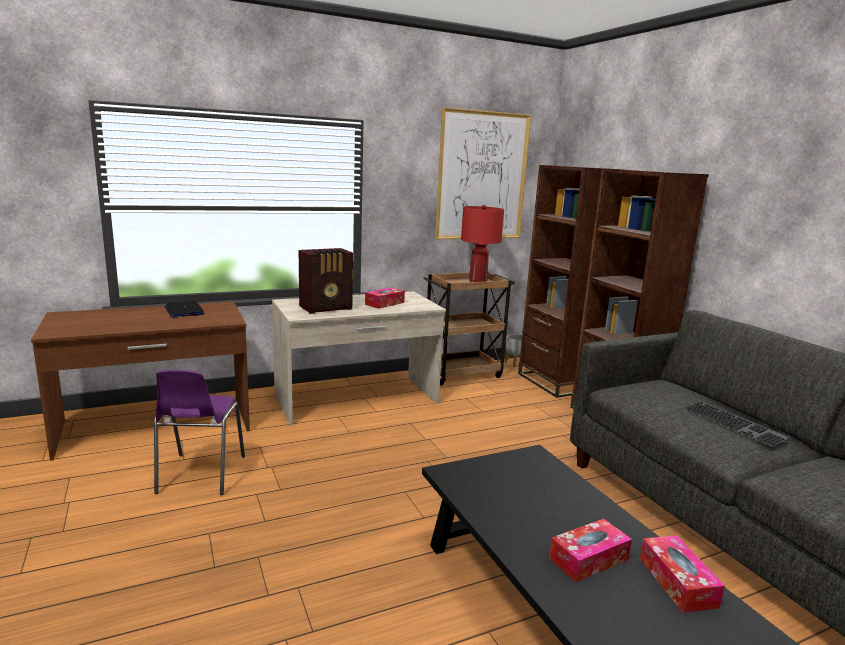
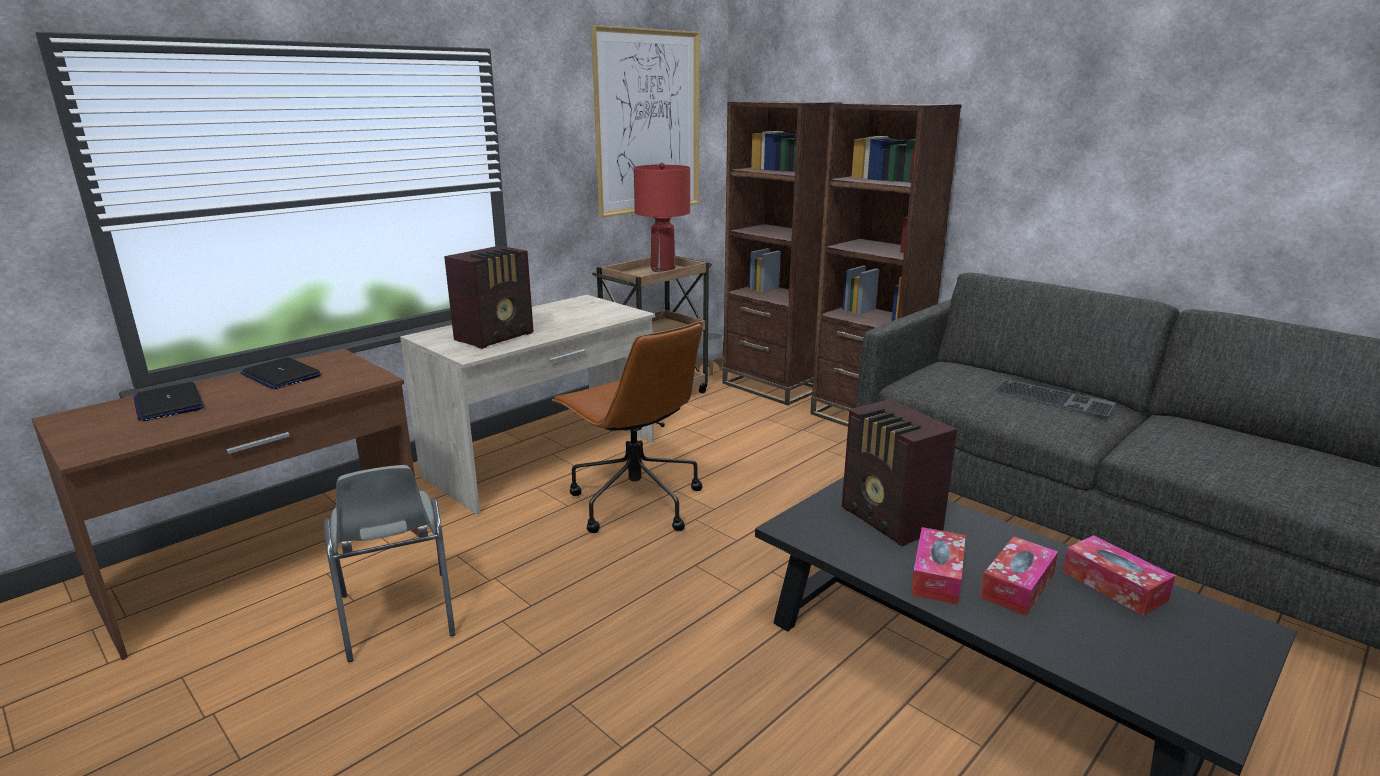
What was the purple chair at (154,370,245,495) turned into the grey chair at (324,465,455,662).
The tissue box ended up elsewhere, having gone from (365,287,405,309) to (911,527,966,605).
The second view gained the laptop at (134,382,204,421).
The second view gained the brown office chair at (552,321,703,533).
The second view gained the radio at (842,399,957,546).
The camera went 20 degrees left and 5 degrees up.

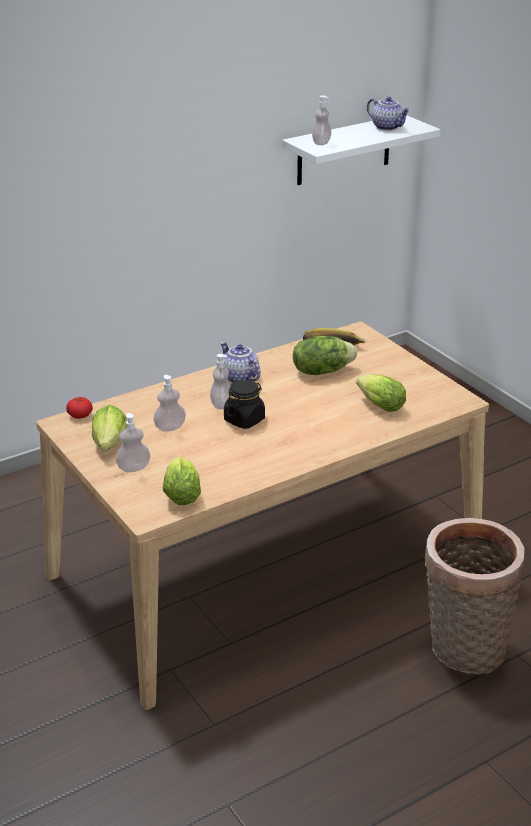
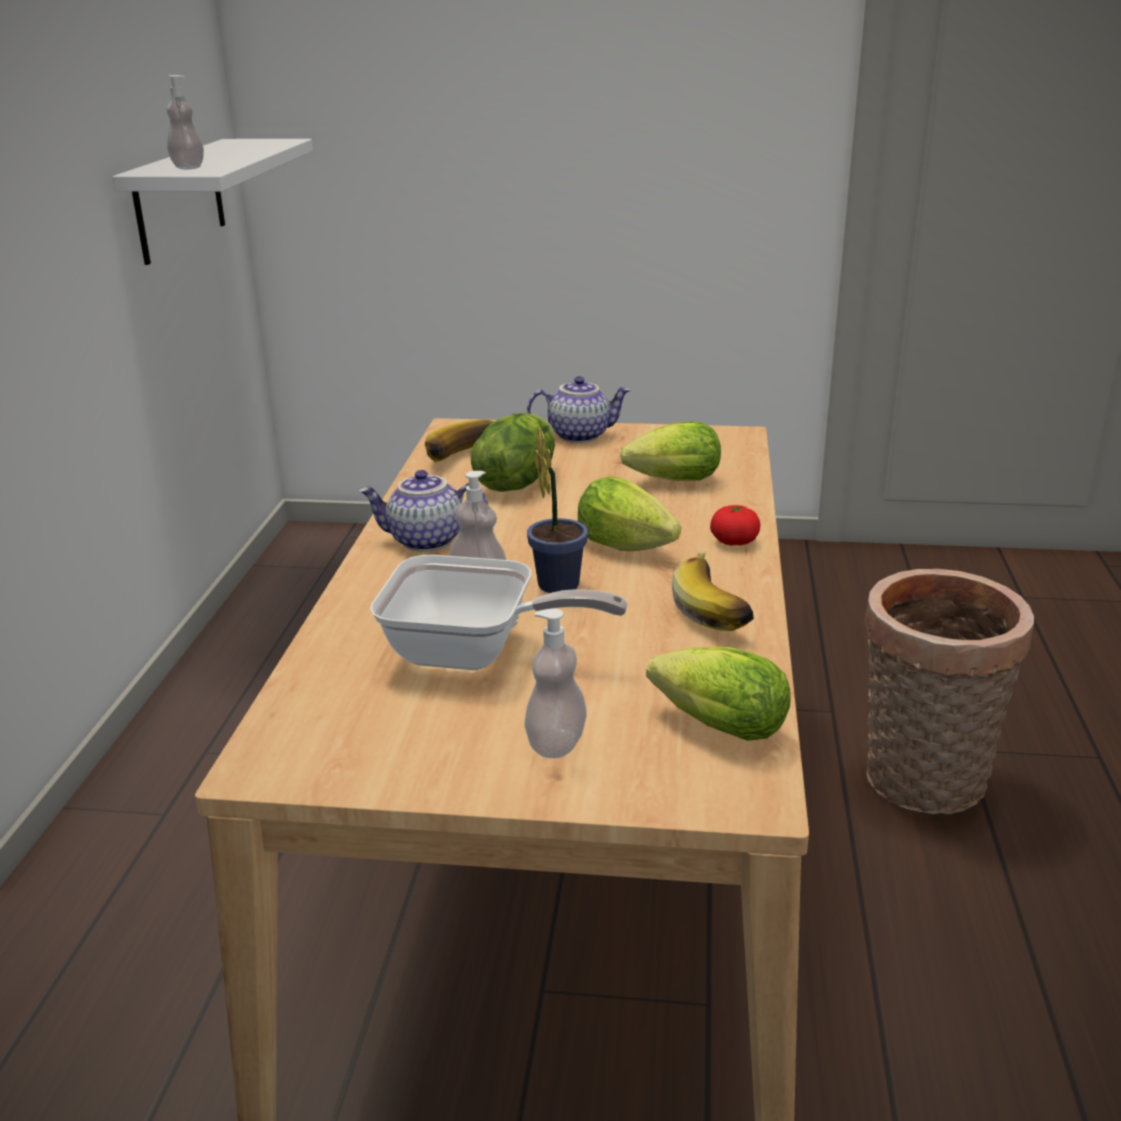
The tomato ended up elsewhere, having gone from (66,397,93,419) to (710,505,760,546).
The lettuce ended up elsewhere, having gone from (92,405,127,451) to (578,477,681,551).
Where the soap dispenser stood at (153,375,186,432), the frying pan came to stand at (370,555,628,670).
Where the black jar stood at (224,380,265,429), the potted plant came to stand at (527,427,588,593).
The teapot ended up elsewhere, having gone from (367,97,410,131) to (527,376,631,443).
The second view gained the banana at (672,552,754,631).
The camera went 50 degrees left and 5 degrees down.

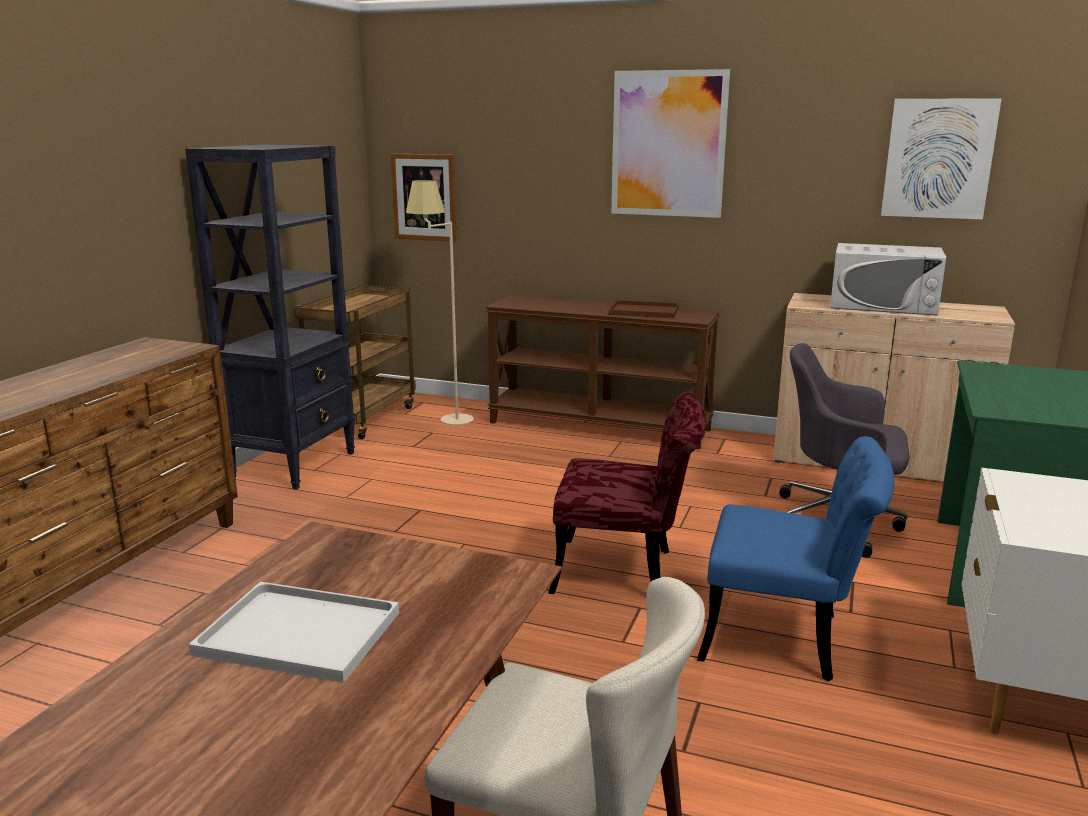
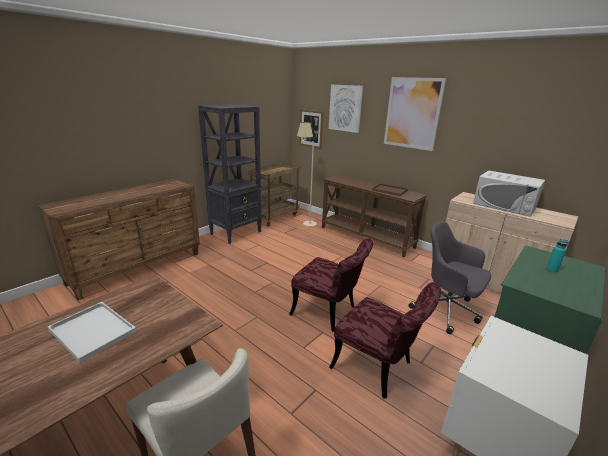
What was the blue chair at (697,436,894,681) turned into the red chair at (329,282,441,399).
The picture ended up elsewhere, having gone from (881,98,1002,220) to (329,85,363,133).
The second view gained the turquoise bottle at (546,239,569,273).
The camera went 20 degrees right and 5 degrees up.

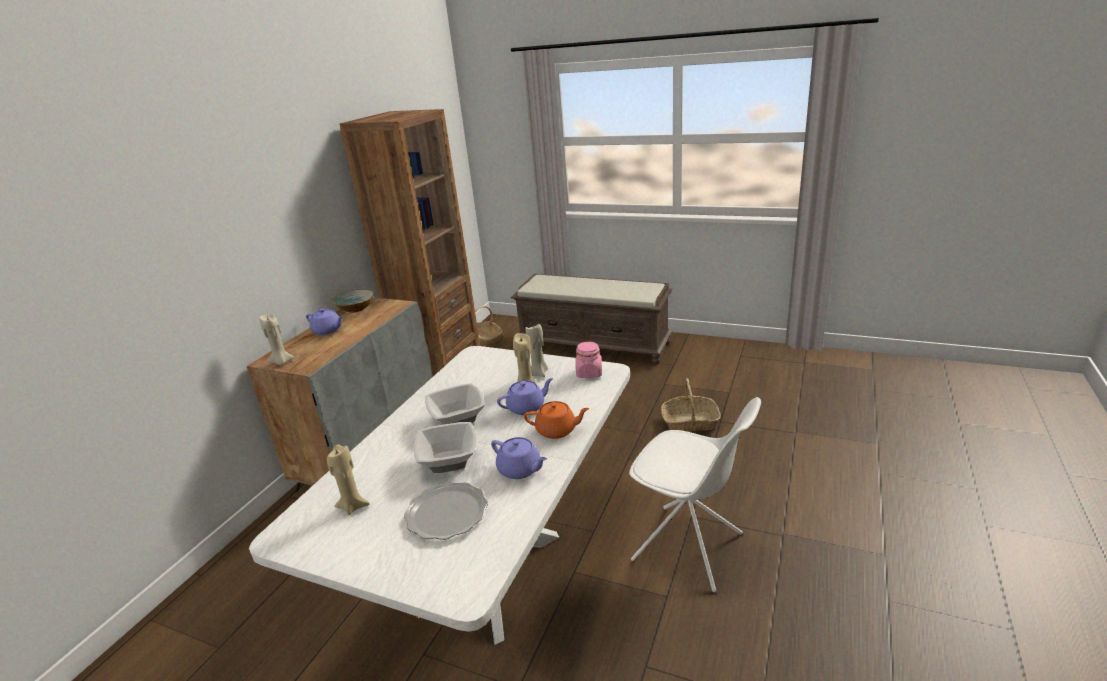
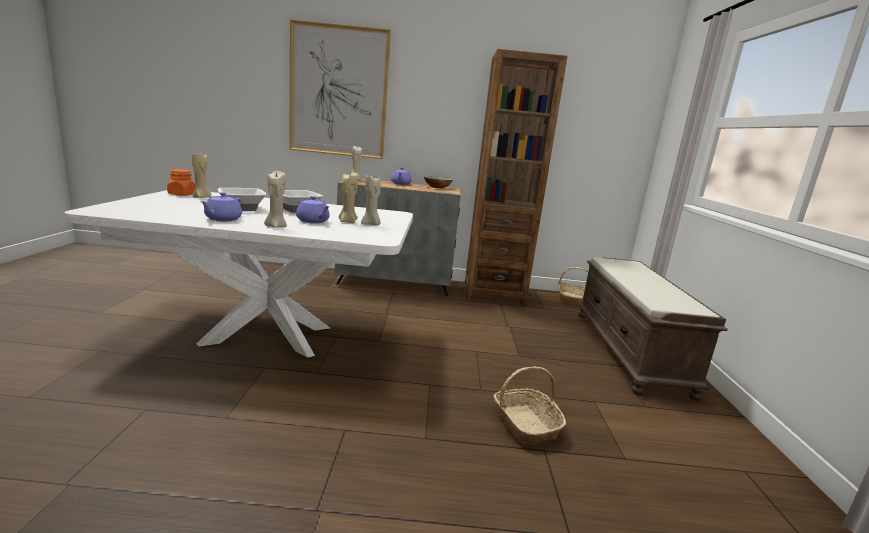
The second view lost the plate at (404,482,488,540).
Where the orange teapot stood at (524,401,590,439), the beige candle came to stand at (264,170,287,228).
The second view lost the pink jar at (575,342,602,378).
The second view lost the white chair at (629,397,761,592).
The second view gained the orange jar at (167,169,195,196).
The second view gained the picture at (289,19,391,159).
The camera went 65 degrees right and 10 degrees down.

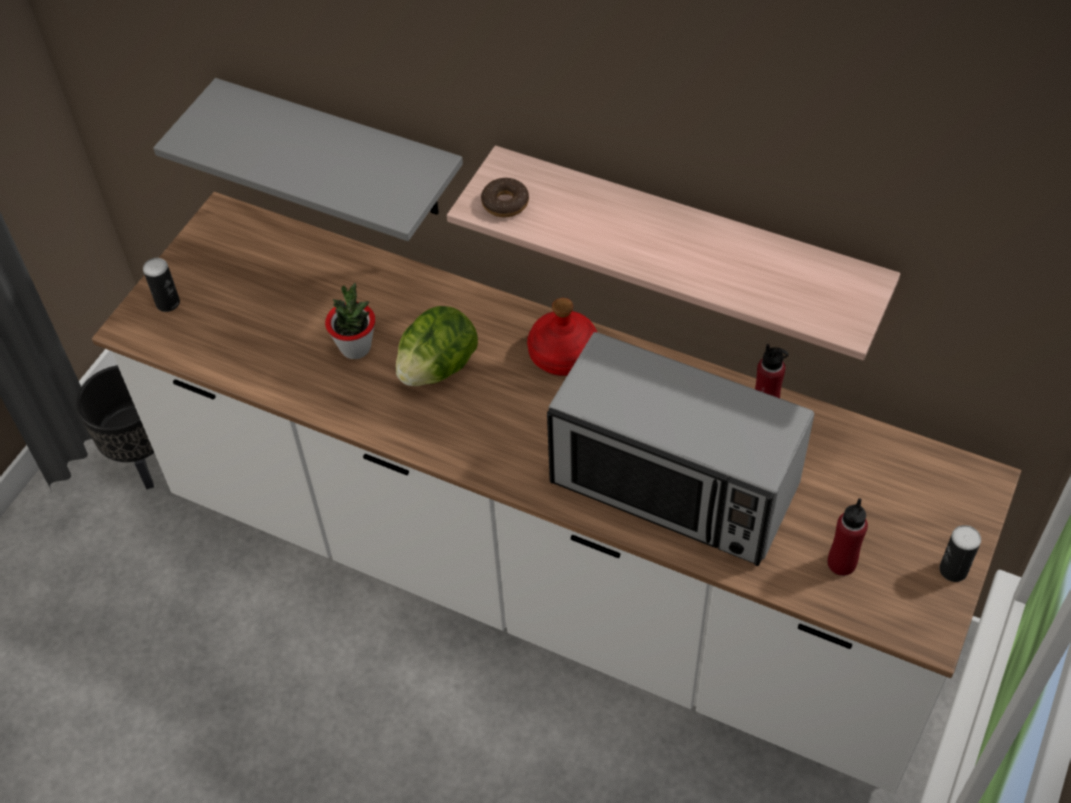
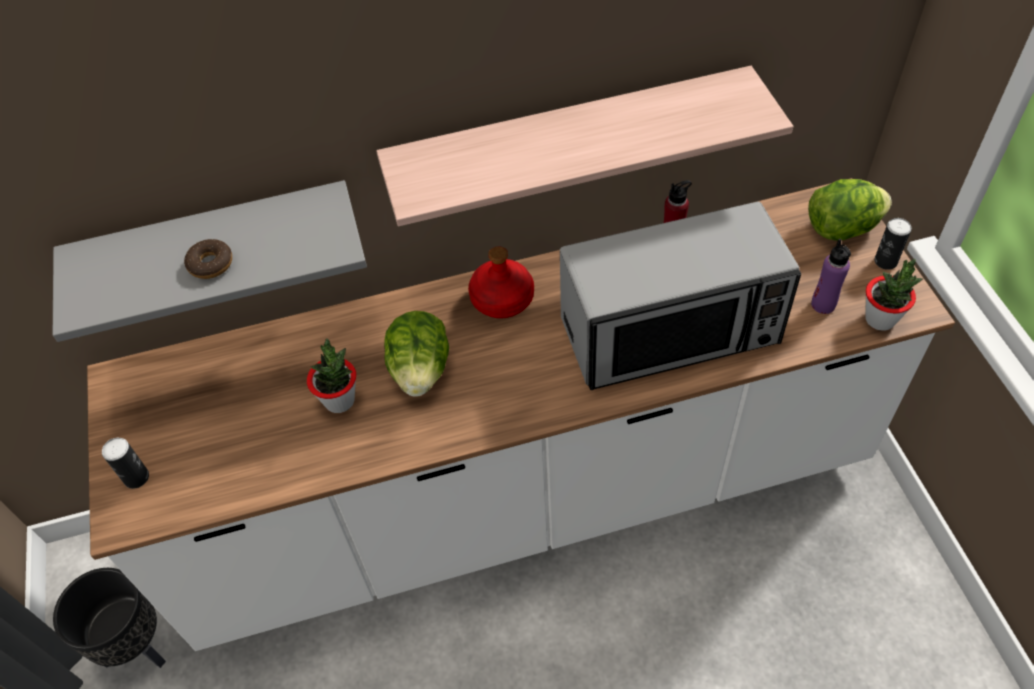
The donut ended up elsewhere, having gone from (481,177,529,217) to (184,239,232,279).
What was the red bottle at (827,498,868,576) turned into the purple bottle at (811,239,851,314).
The second view gained the lettuce at (808,179,892,241).
The second view gained the potted plant at (865,259,923,331).
The camera went 40 degrees left and 0 degrees up.

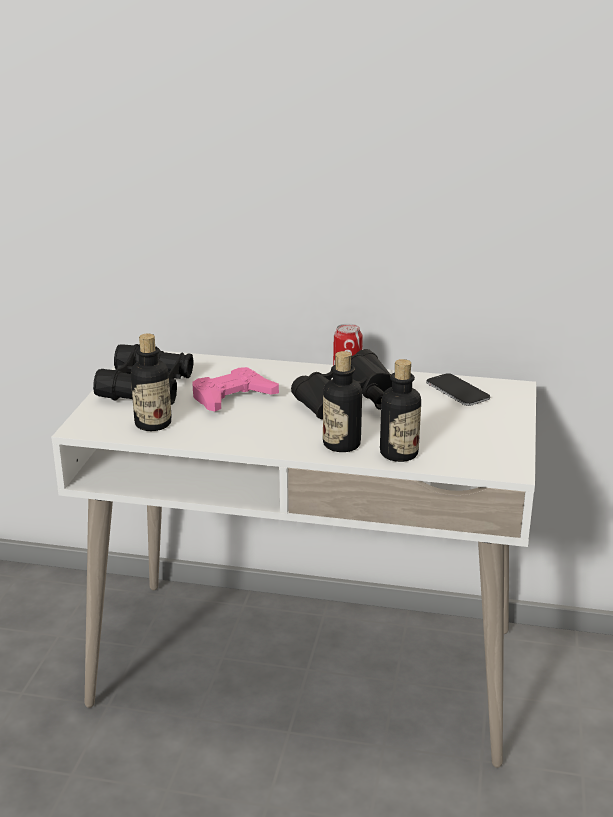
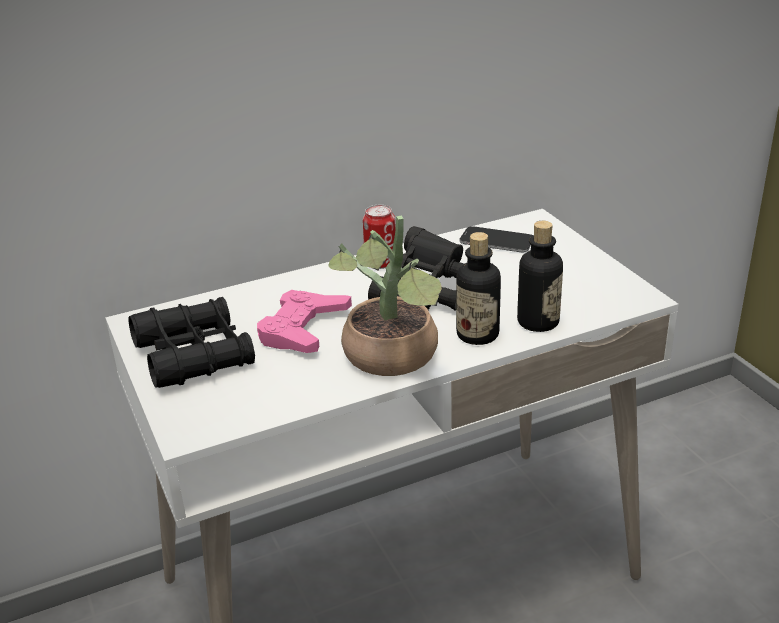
The second view lost the bottle at (131,334,171,431).
The second view gained the potted plant at (328,215,442,376).
The camera went 35 degrees left and 5 degrees up.

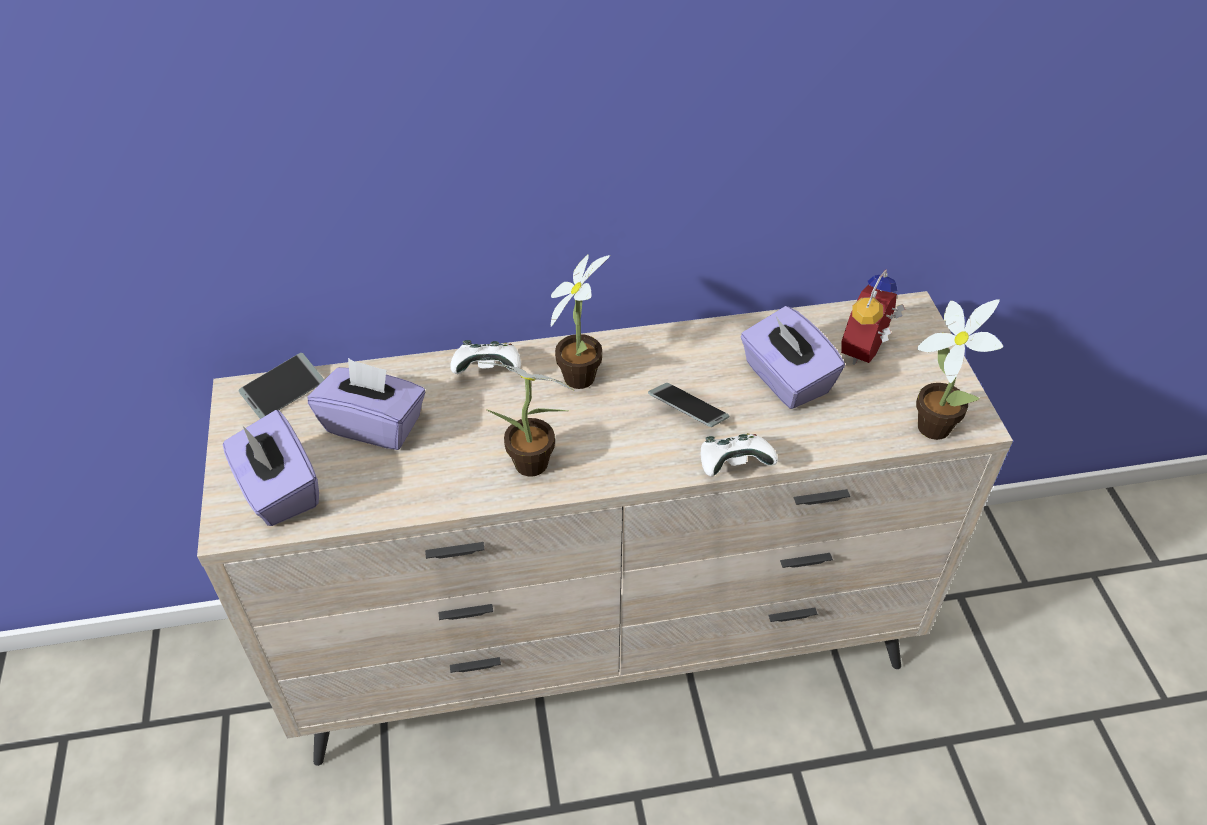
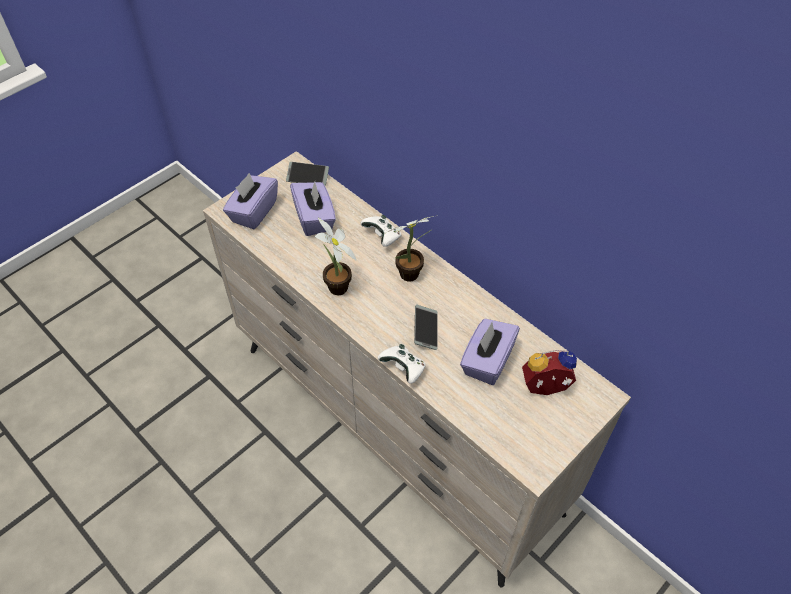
The second view lost the potted plant at (916,299,1003,440).
The camera went 55 degrees right and 5 degrees up.

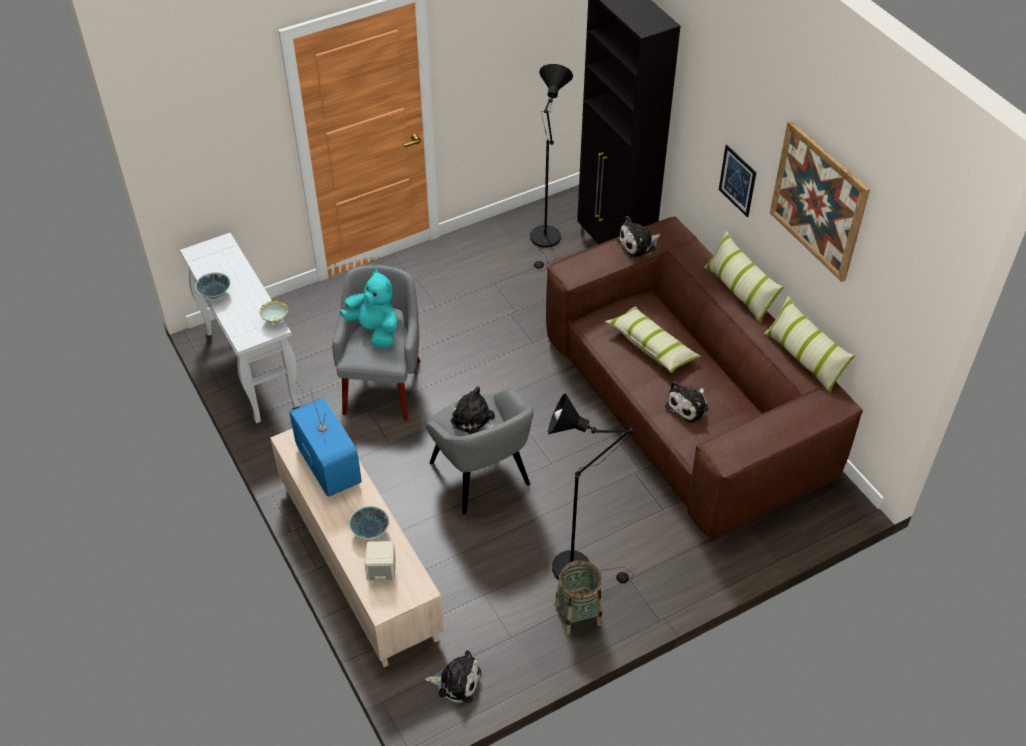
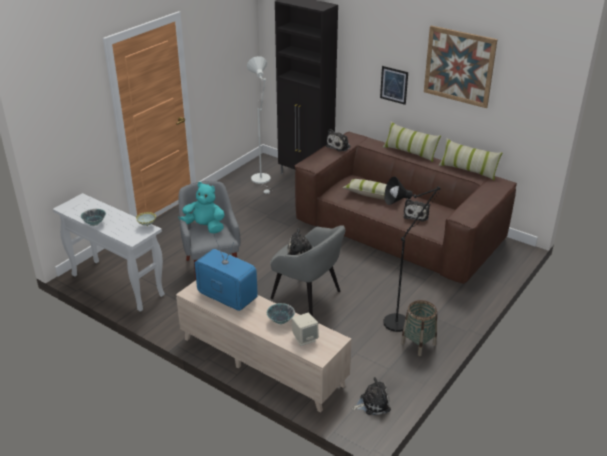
What was the black floor lamp at (530,64,573,271) turned into the white floor lamp at (247,56,273,194).
The camera went 25 degrees left and 15 degrees down.

